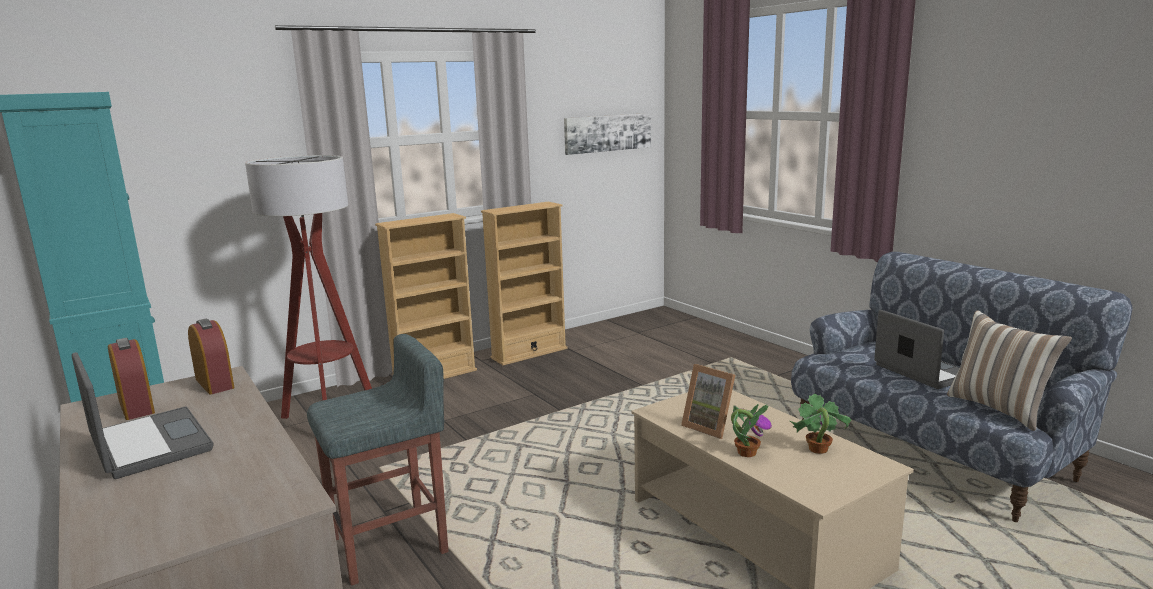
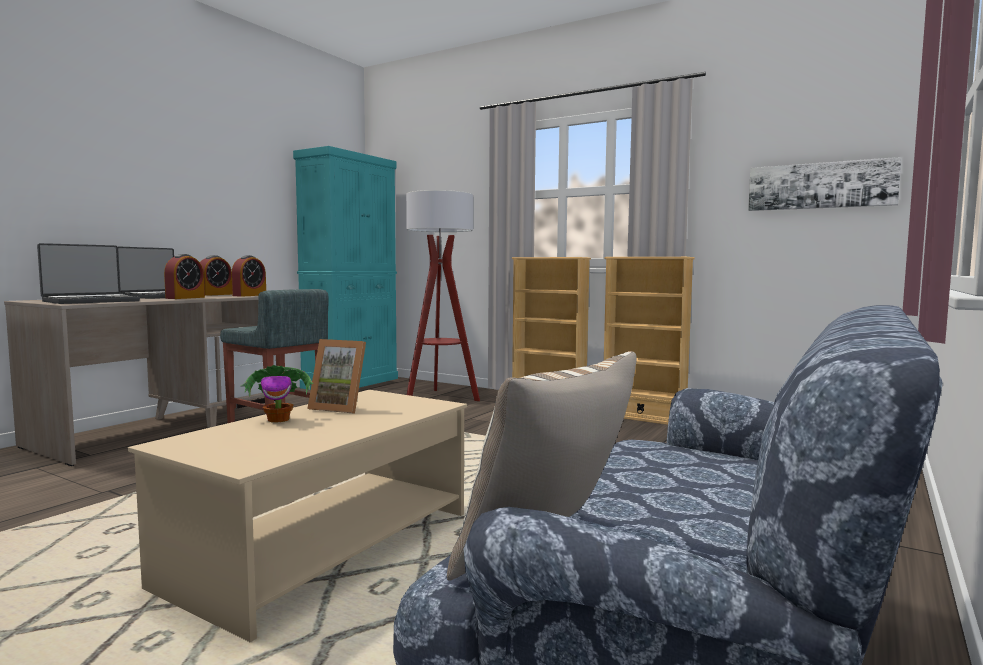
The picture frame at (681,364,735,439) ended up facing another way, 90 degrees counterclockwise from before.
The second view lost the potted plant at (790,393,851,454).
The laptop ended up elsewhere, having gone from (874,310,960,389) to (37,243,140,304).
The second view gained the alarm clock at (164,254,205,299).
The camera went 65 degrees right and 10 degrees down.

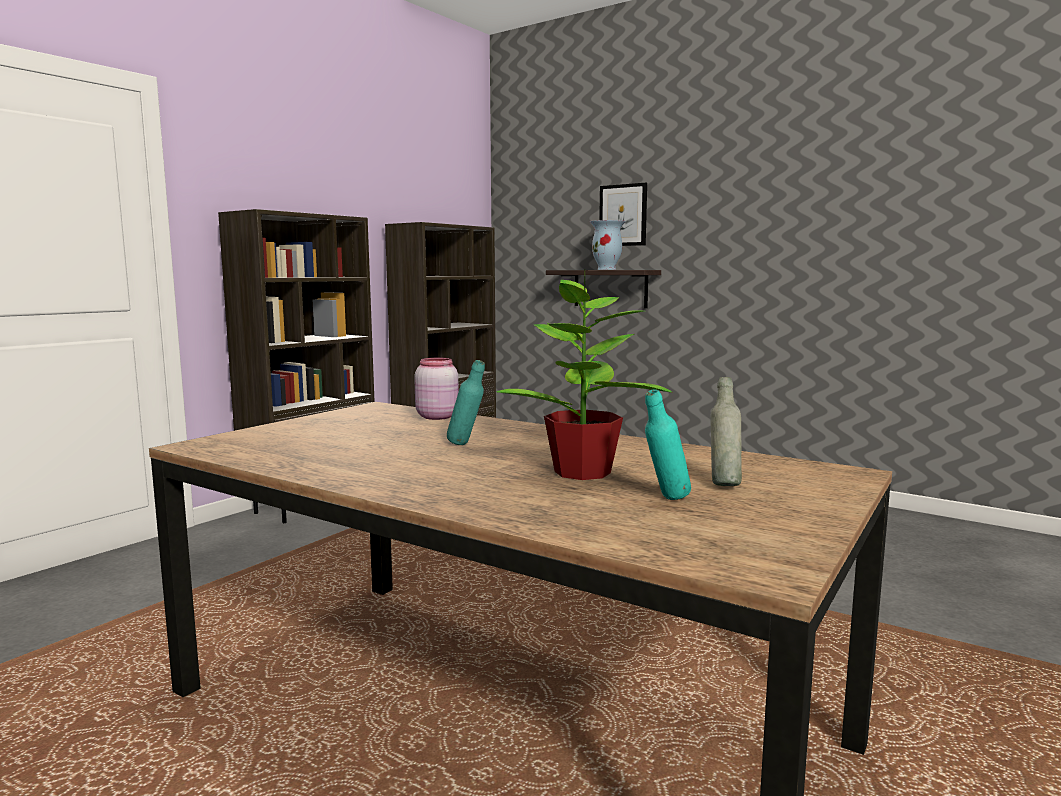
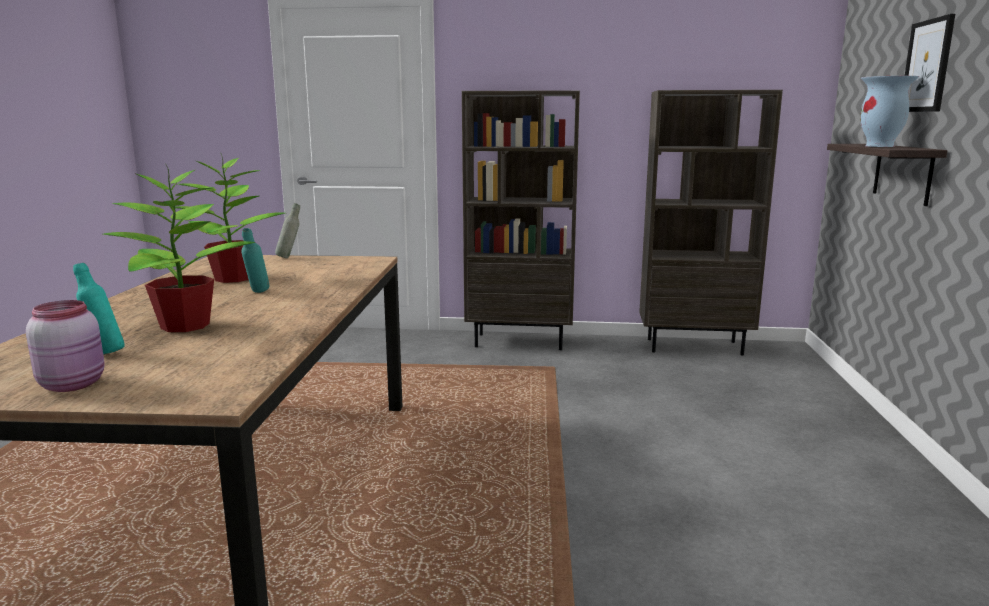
The pink jar ended up elsewhere, having gone from (414,358,459,420) to (26,300,105,392).
The grey bottle ended up elsewhere, having gone from (711,377,742,486) to (275,203,300,258).
The second view gained the potted plant at (175,154,285,283).
The camera went 60 degrees right and 5 degrees up.

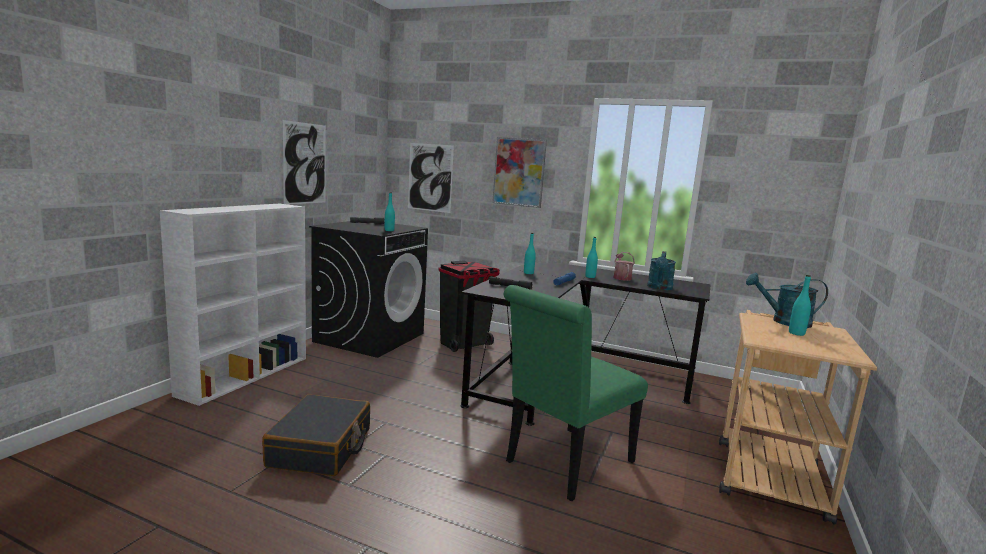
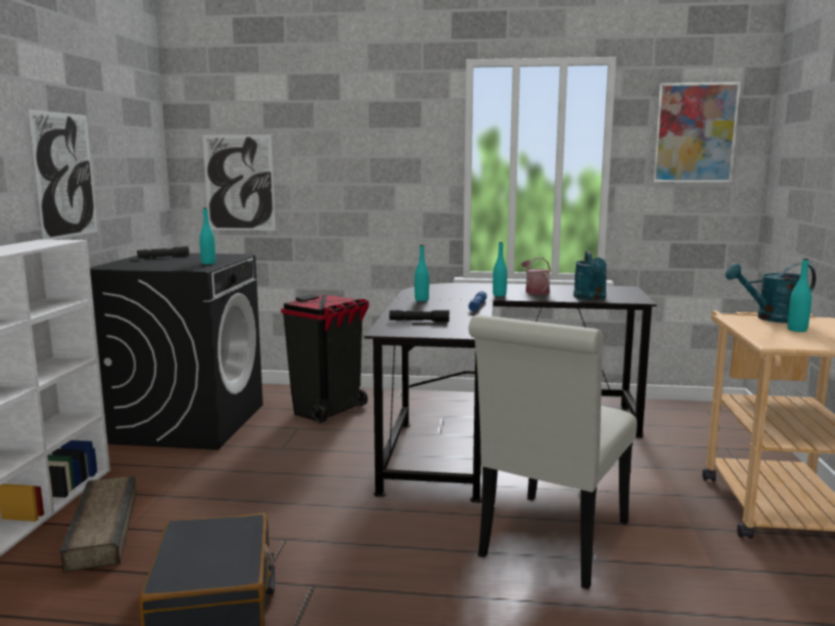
The picture ended up elsewhere, having gone from (492,137,547,208) to (653,82,740,183).
What was the green chair at (504,285,648,501) turned into the white chair at (468,315,637,589).
The second view gained the crate at (60,475,137,572).
The camera went 15 degrees left and 0 degrees up.

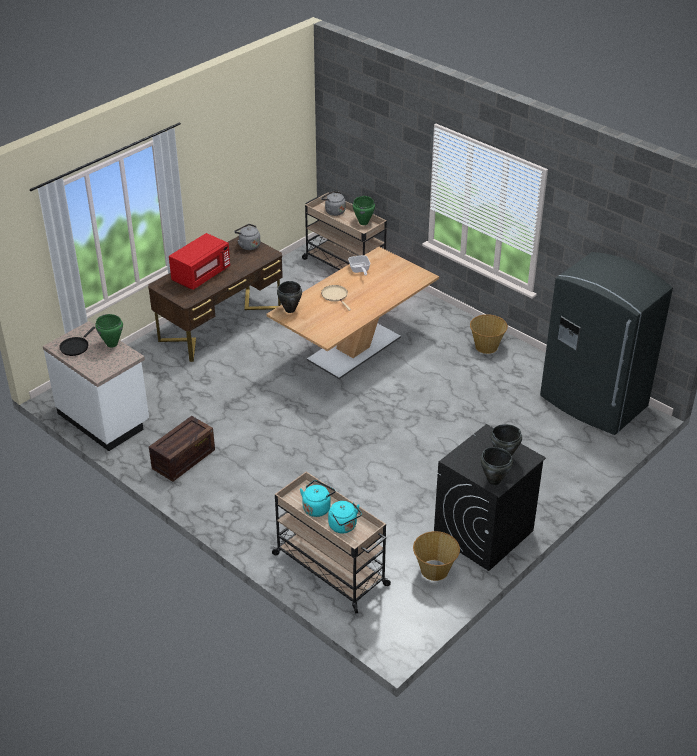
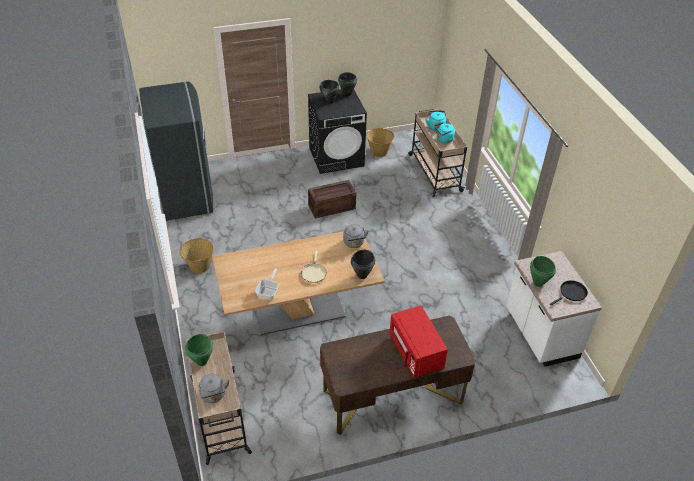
The crate ended up elsewhere, having gone from (149,416,215,482) to (308,180,356,219).
The red microwave at (169,233,230,290) ended up facing another way, 90 degrees counterclockwise from before.
The grey kettle ended up elsewhere, having gone from (234,224,260,250) to (343,224,368,248).
The camera went 150 degrees left and 5 degrees up.

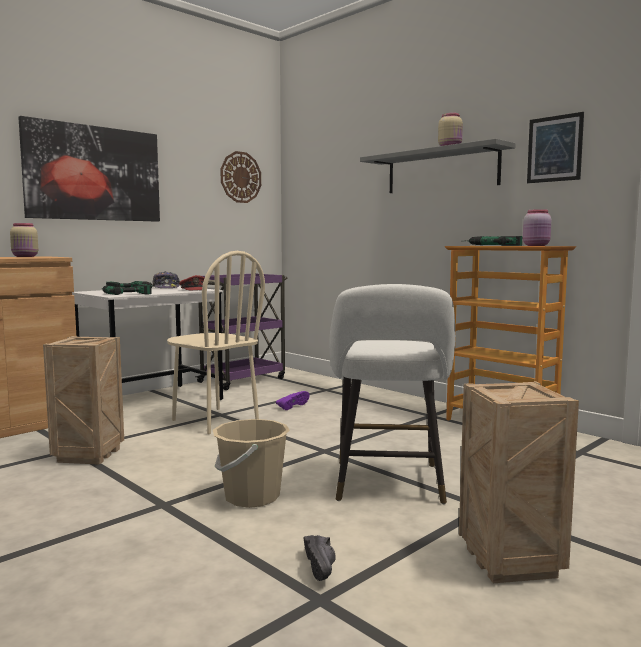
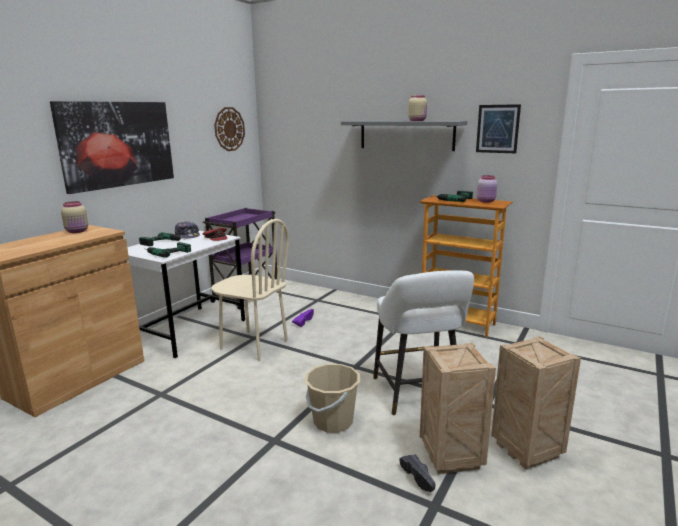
The crate ended up elsewhere, having gone from (43,336,124,465) to (420,342,496,474).
The camera went 15 degrees left and 10 degrees up.

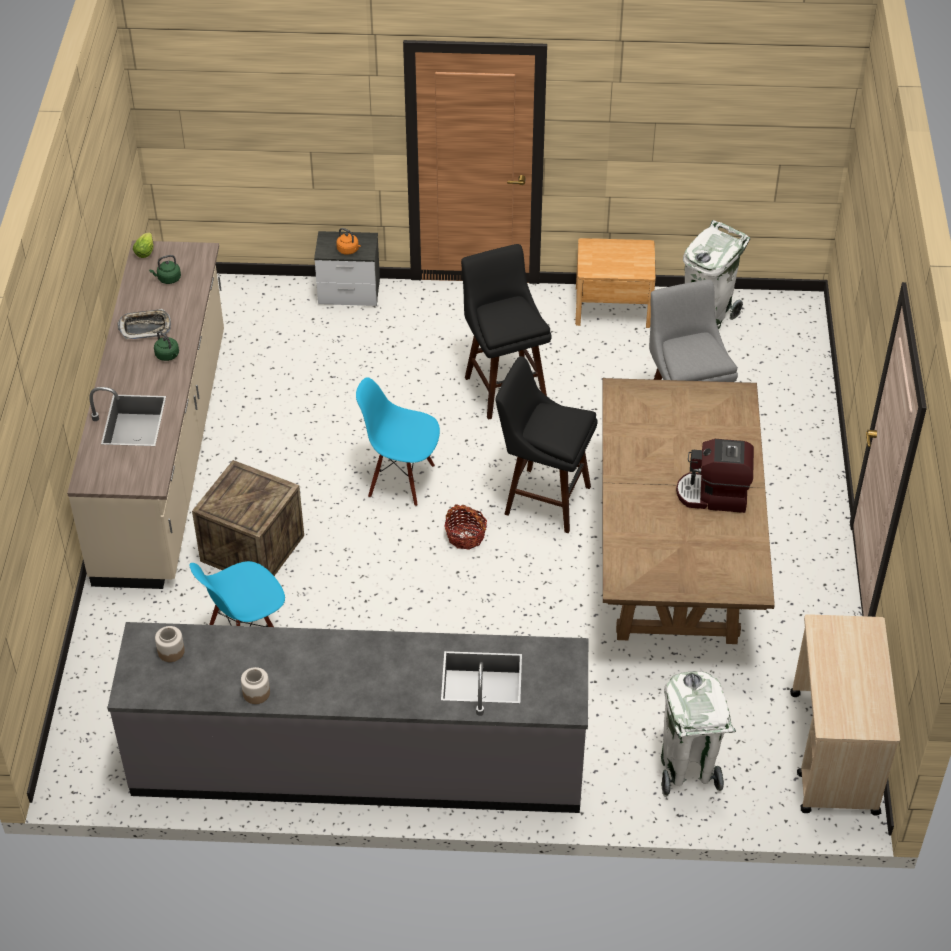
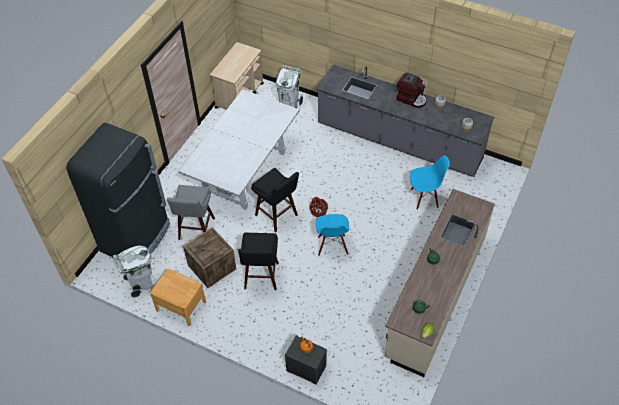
The second view lost the tray at (118,309,171,339).
The crate ended up elsewhere, having gone from (192,460,304,576) to (183,227,236,288).
The blue chair at (356,377,440,506) ended up facing another way, 45 degrees clockwise from before.
What was the brown dining table at (602,378,775,644) turned into the white dining table at (178,89,300,210).
The coffee machine ended up elsewhere, having gone from (676,439,754,513) to (396,73,427,108).
The second view gained the black fridge at (66,123,170,257).
The camera went 155 degrees left and 5 degrees up.

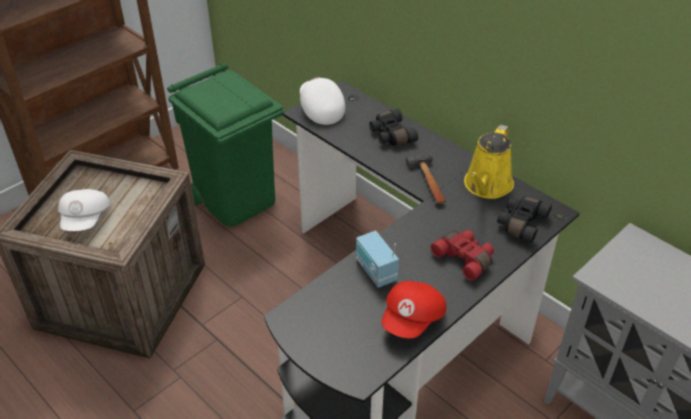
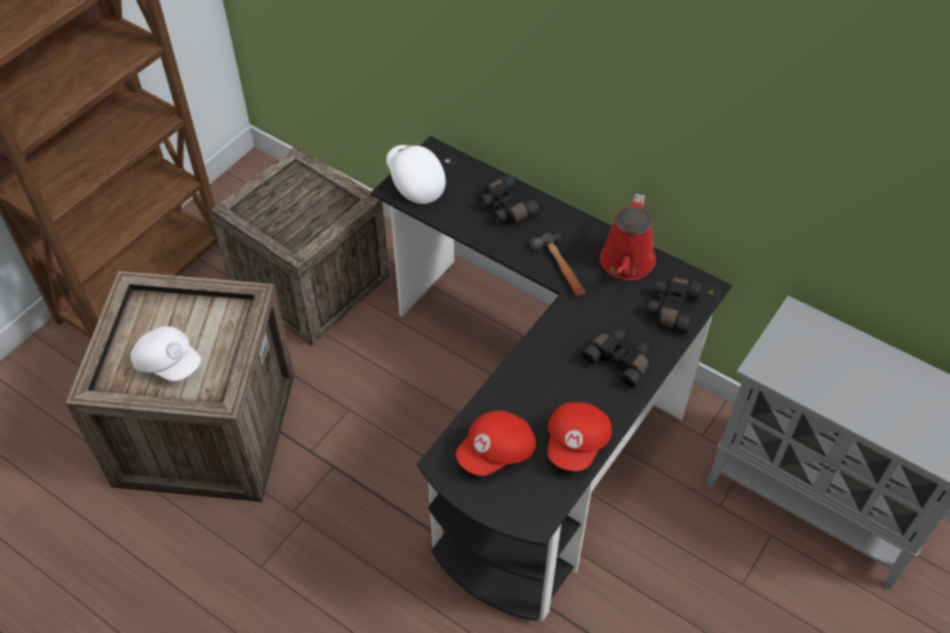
The white cap at (58,189,110,231) ended up facing another way, 45 degrees counterclockwise from before.
Where the green trash can stood at (167,63,284,227), the crate came to stand at (209,146,390,346).
The second view lost the radio at (356,231,399,288).
What was the red binoculars at (430,230,494,281) turned into the black binoculars at (580,328,650,388).
What was the yellow watering can at (464,125,514,199) turned into the red watering can at (600,194,656,280).
The second view gained the red cap at (456,411,536,476).
The camera went 10 degrees left and 10 degrees up.

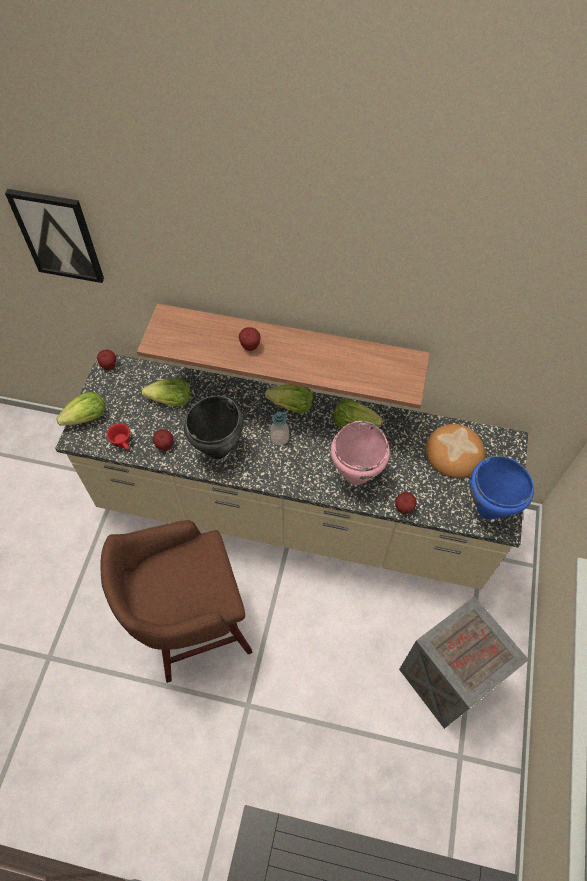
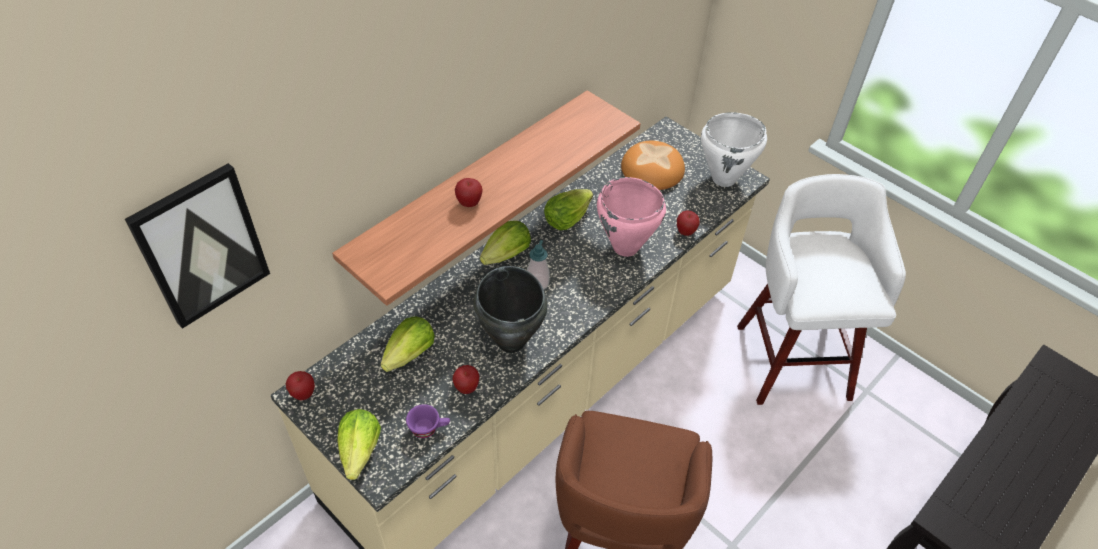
What was the red cup at (106,423,130,450) turned into the purple cup at (406,404,450,438).
Where the crate stood at (399,596,529,729), the white stool came to stand at (737,174,906,405).
What was the blue cooking pot at (470,456,534,519) turned into the white cooking pot at (701,112,767,187).
The camera went 60 degrees left and 10 degrees down.

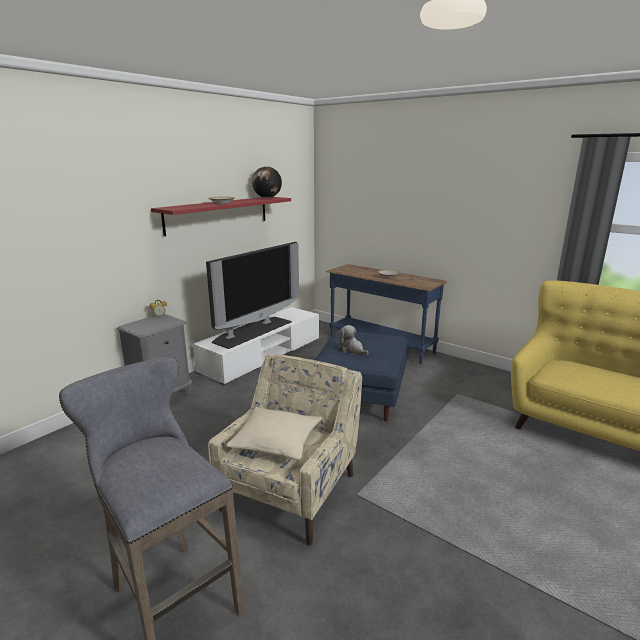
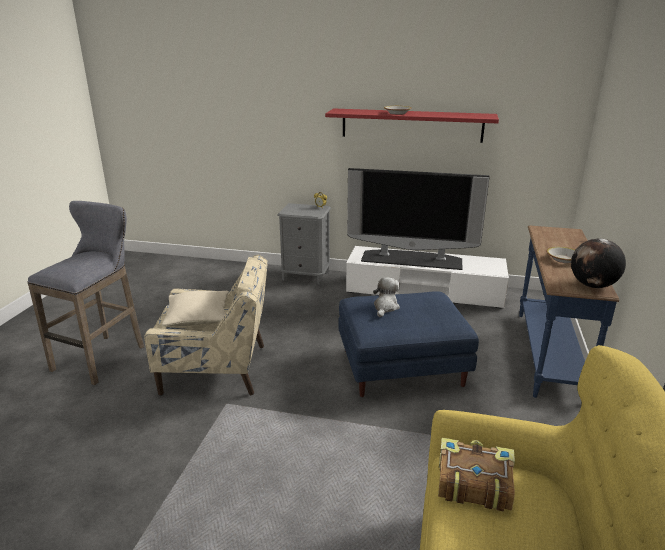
The globe ended up elsewhere, having gone from (252,166,282,198) to (571,239,626,288).
The second view gained the book at (438,438,515,512).
The camera went 65 degrees right and 5 degrees up.

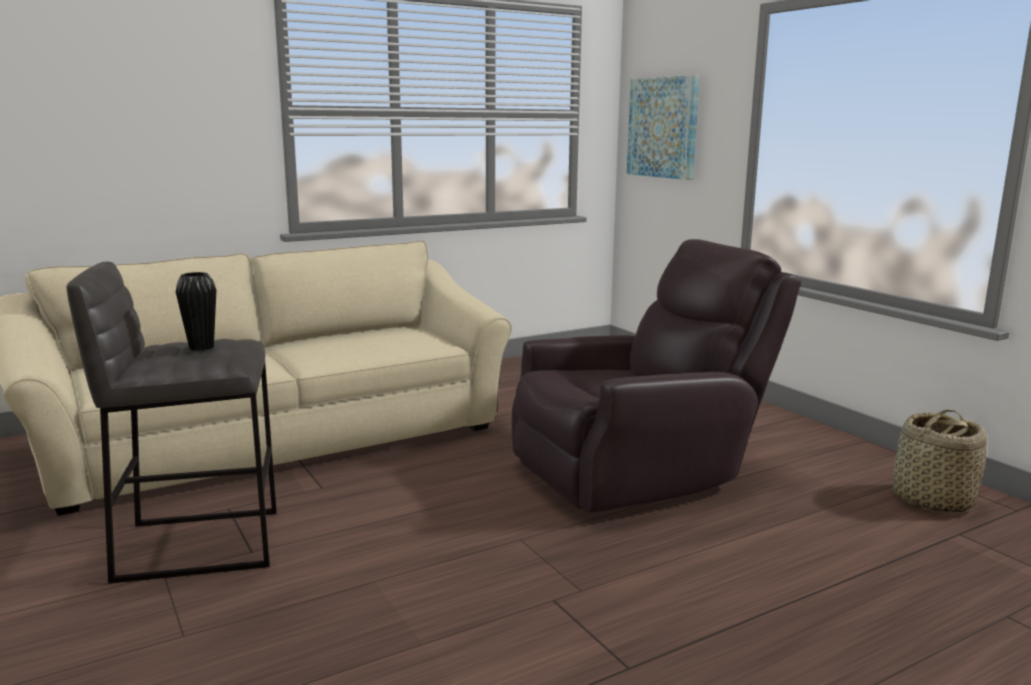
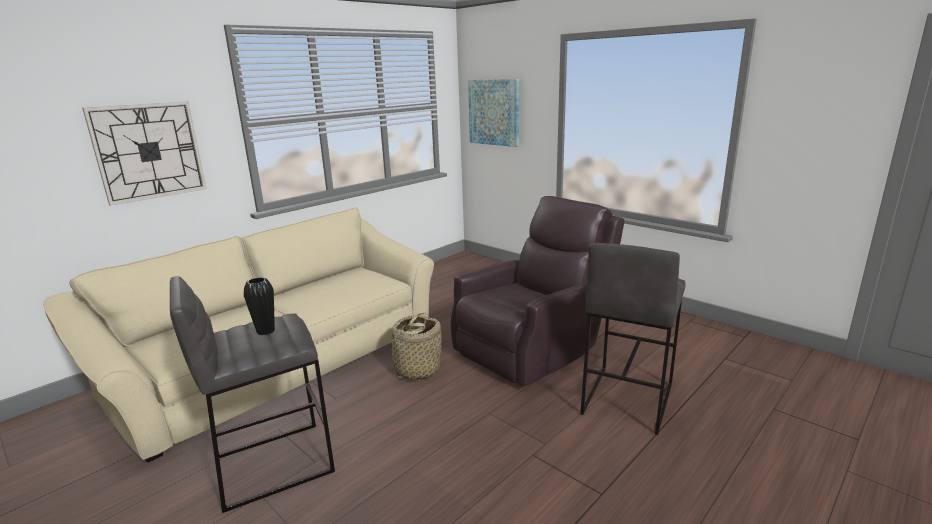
The basket ended up elsewhere, having gone from (893,409,987,513) to (389,313,442,380).
The second view gained the wall clock at (82,101,206,206).
The second view gained the grey stool at (580,243,686,435).
The camera went 15 degrees left and 5 degrees up.

